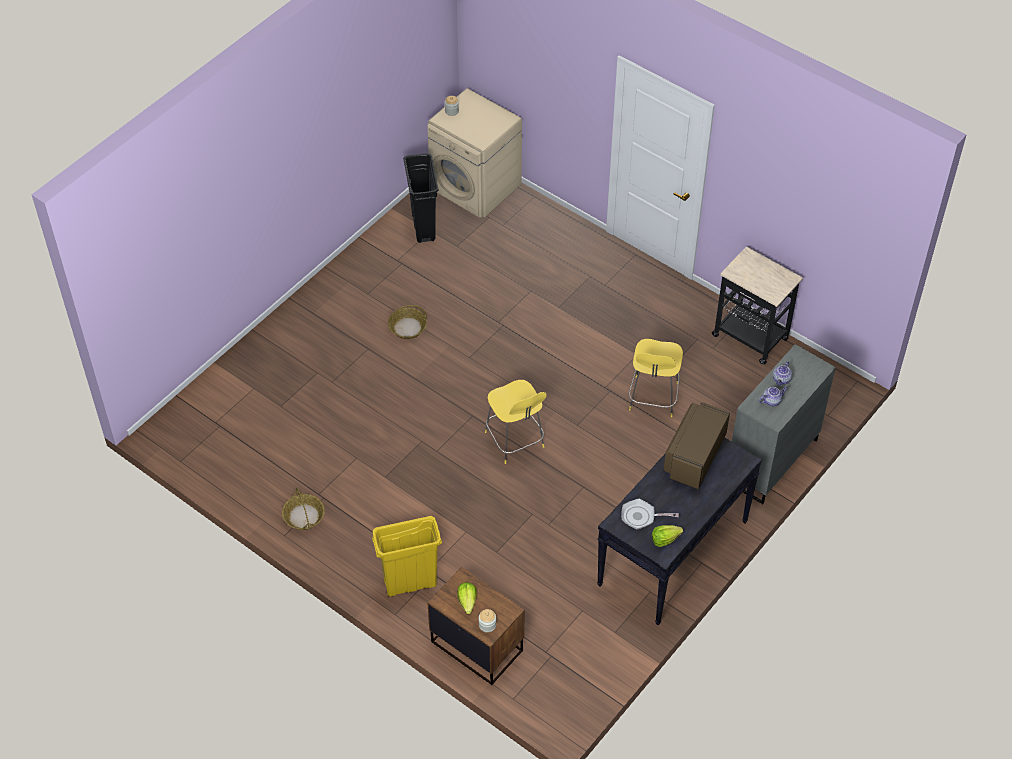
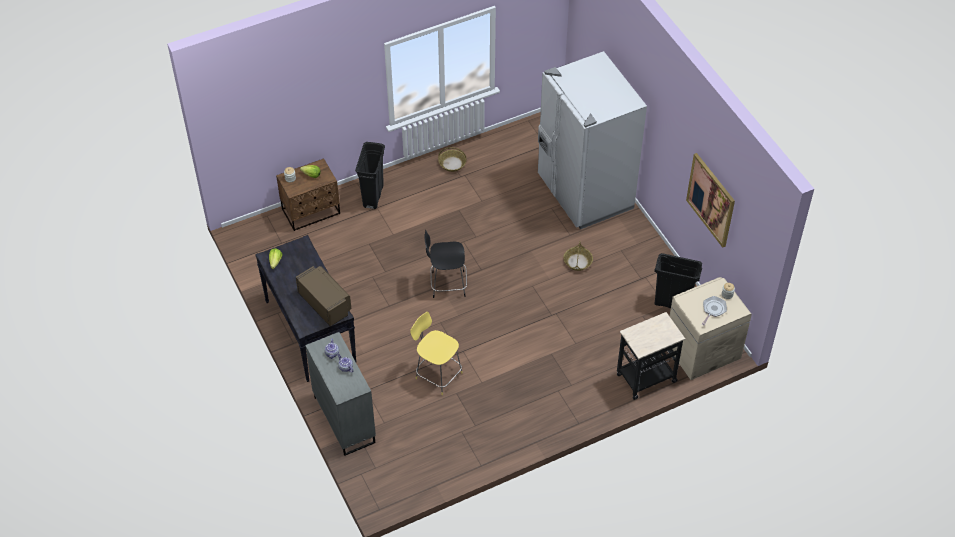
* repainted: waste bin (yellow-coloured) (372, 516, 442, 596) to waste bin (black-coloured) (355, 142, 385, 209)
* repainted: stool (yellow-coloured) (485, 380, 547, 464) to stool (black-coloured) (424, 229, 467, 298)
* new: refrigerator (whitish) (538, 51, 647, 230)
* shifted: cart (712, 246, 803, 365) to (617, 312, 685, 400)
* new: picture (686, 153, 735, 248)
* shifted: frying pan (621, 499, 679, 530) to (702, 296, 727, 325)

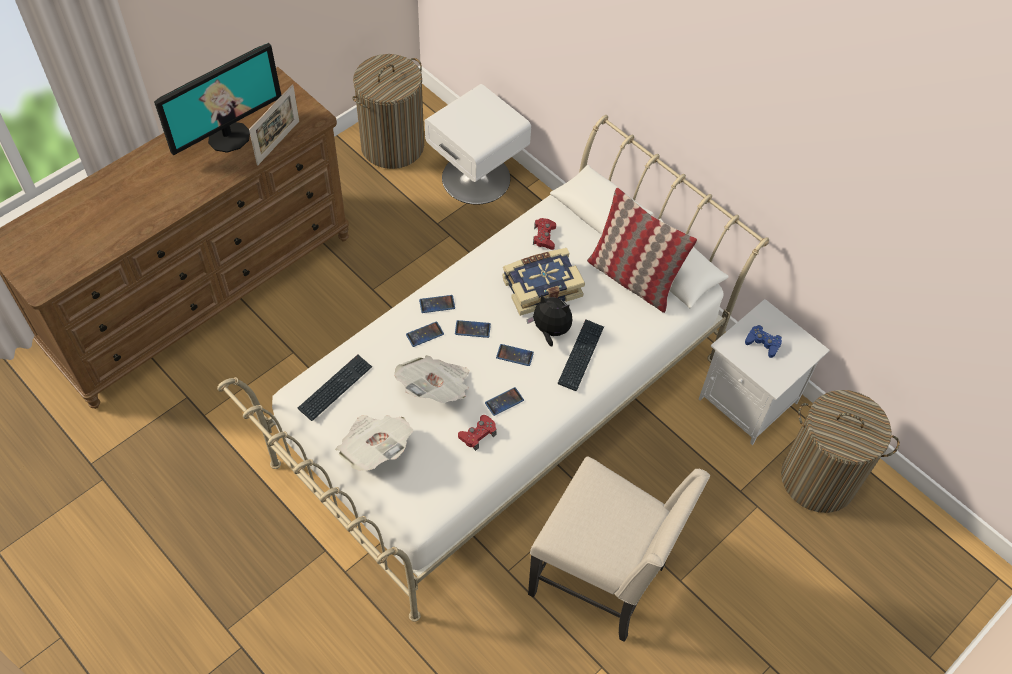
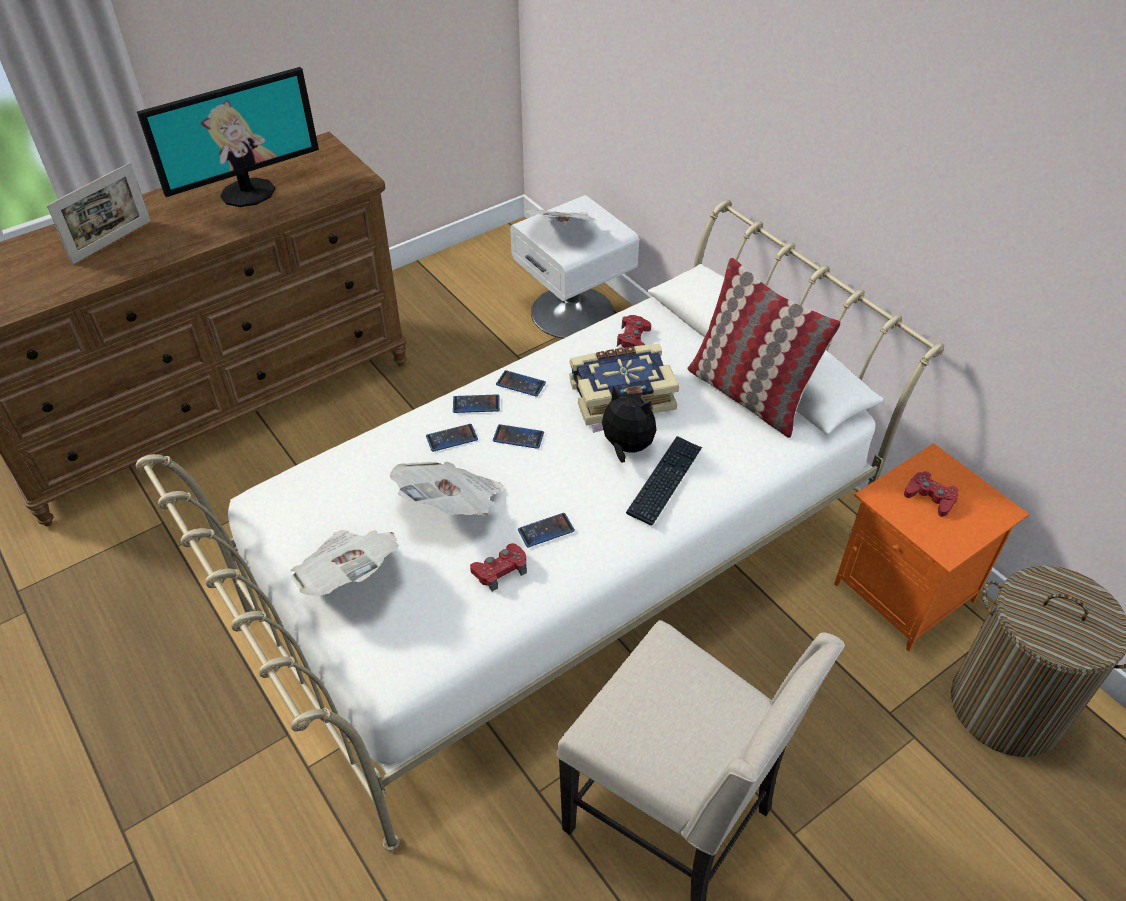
* shifted: standing frame (249, 84, 299, 166) to (47, 163, 151, 265)
* shifted: handset (496, 344, 534, 366) to (496, 370, 546, 397)
* new: daily paper (523, 209, 597, 222)
* repainted: nightstand (greyish) (699, 299, 830, 445) to nightstand (orangey) (834, 443, 1029, 651)
* repainted: joypad (bluish) (745, 325, 782, 358) to joypad (red) (904, 471, 959, 517)
* gone: computer keyboard (298, 354, 372, 421)
* gone: laundry basket (352, 54, 424, 169)

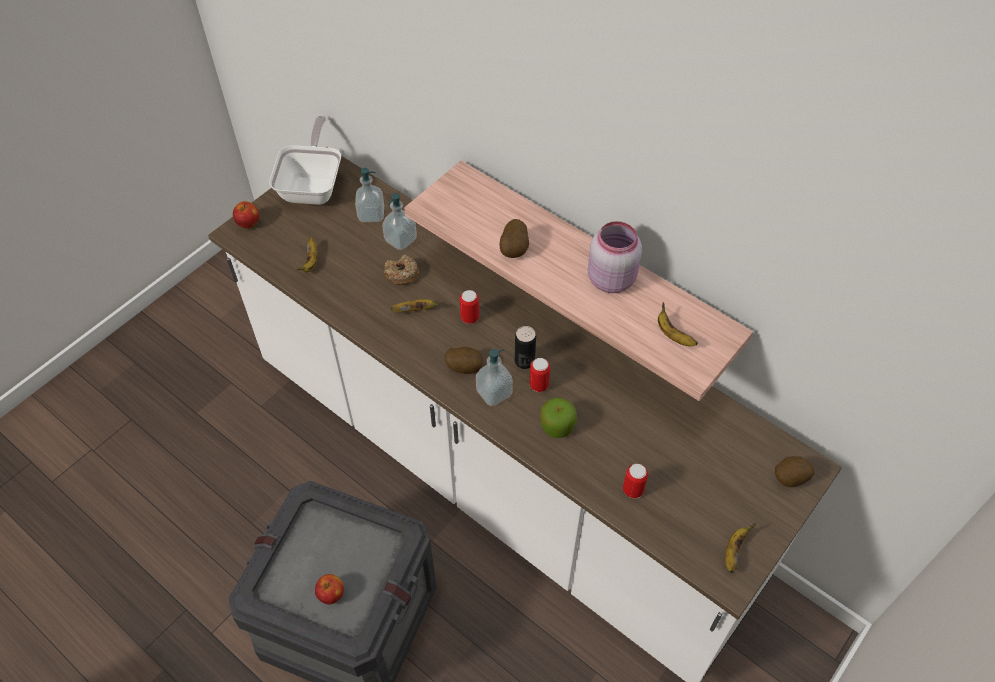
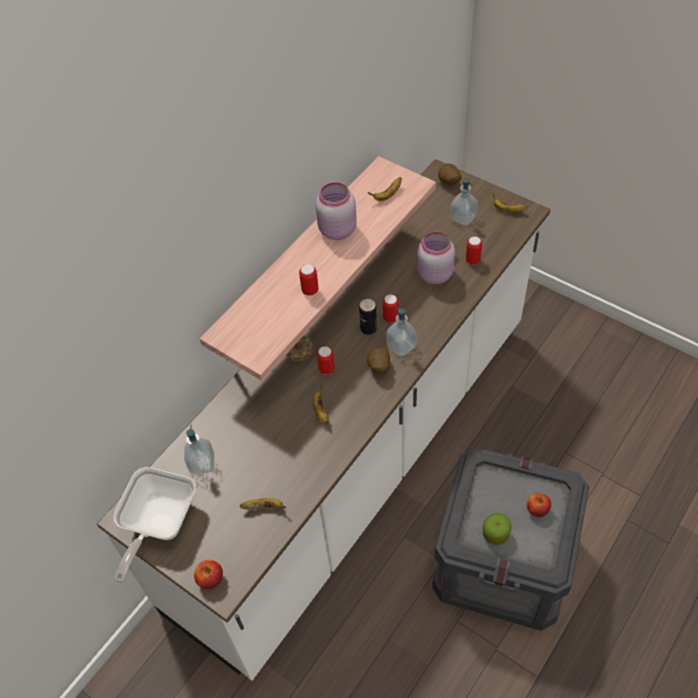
* rotated: frying pan (269, 116, 341, 205) = (113, 467, 196, 583) 75 degrees counterclockwise
* shifted: doughnut (384, 255, 419, 285) to (288, 335, 314, 362)
* swapped: whole potato (500, 219, 529, 258) to sealed can (299, 264, 319, 296)
* new: jar (pink-coloured) (417, 232, 455, 284)
* shifted: soap dispenser (382, 193, 417, 250) to (450, 178, 478, 226)
* shifted: apple (540, 397, 577, 438) to (483, 513, 511, 545)

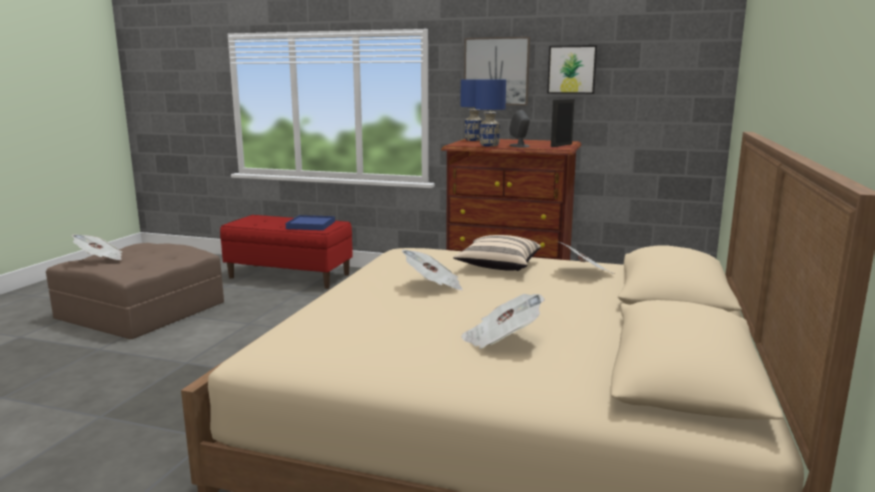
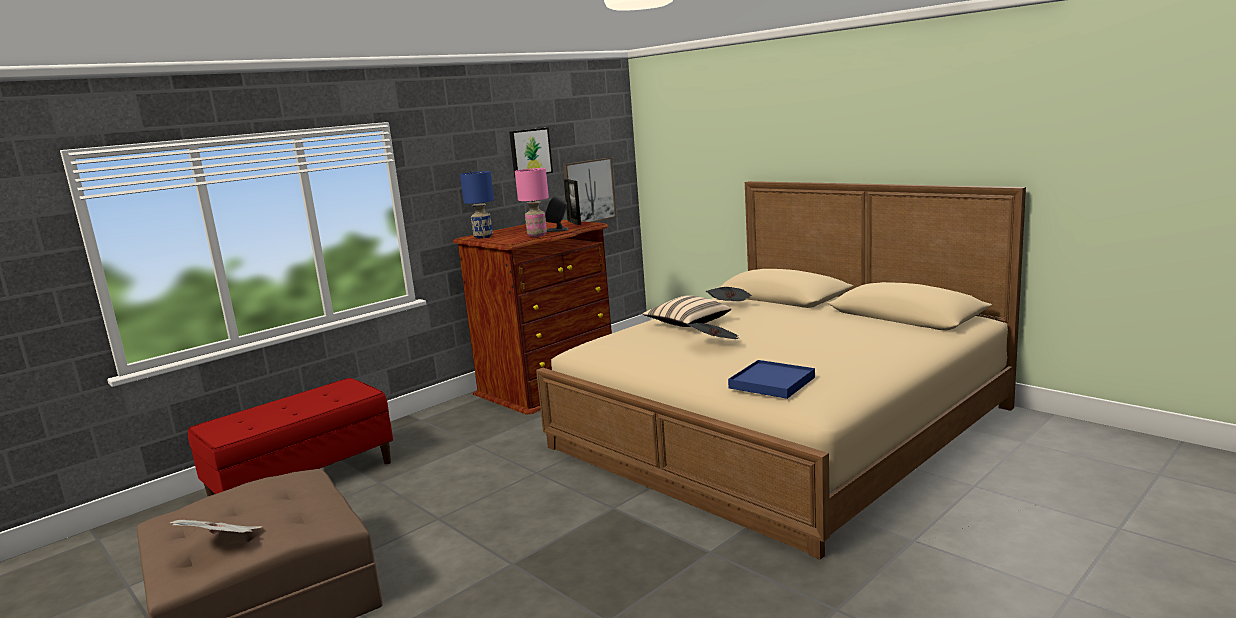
* repainted: tabletop lamp (bluish) (475, 80, 506, 147) to tabletop lamp (pink-coloured) (515, 168, 549, 237)
* shifted: picture (464, 37, 530, 105) to (563, 158, 617, 222)
* shifted: serving tray (bluish) (286, 215, 335, 230) to (728, 360, 815, 399)
* gone: daily paper (461, 294, 545, 349)

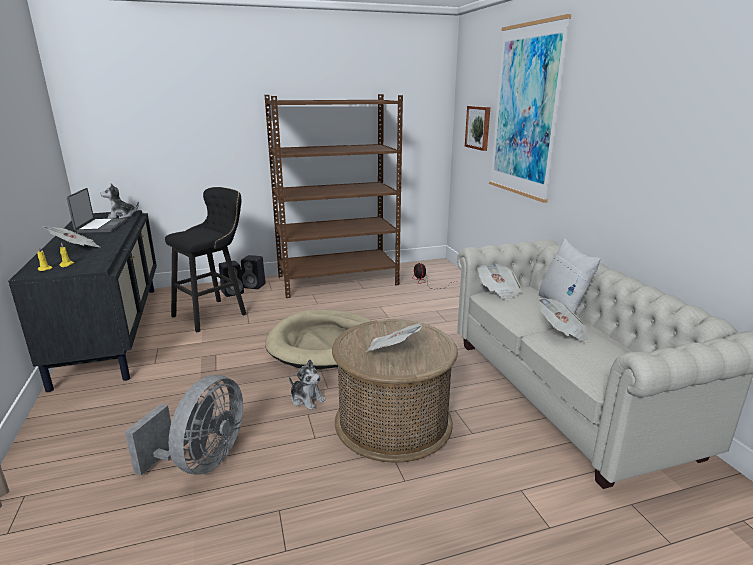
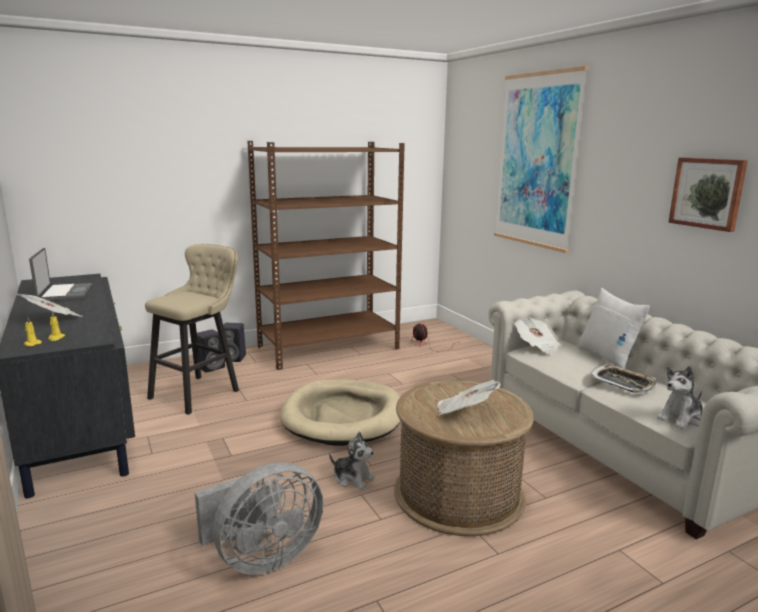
* repainted: stool (black-coloured) (165, 187, 247, 332) to stool (sand-coloured) (145, 244, 239, 415)
* rotated: fan (greyish) (125, 375, 243, 476) = (195, 462, 323, 575) 45 degrees clockwise
* swapped: daily paper (538, 297, 588, 343) to serving tray (591, 365, 657, 394)
* shifted: plush toy (100, 183, 139, 219) to (657, 366, 703, 429)
* shifted: picture (465, 106, 490, 151) to (668, 157, 748, 232)

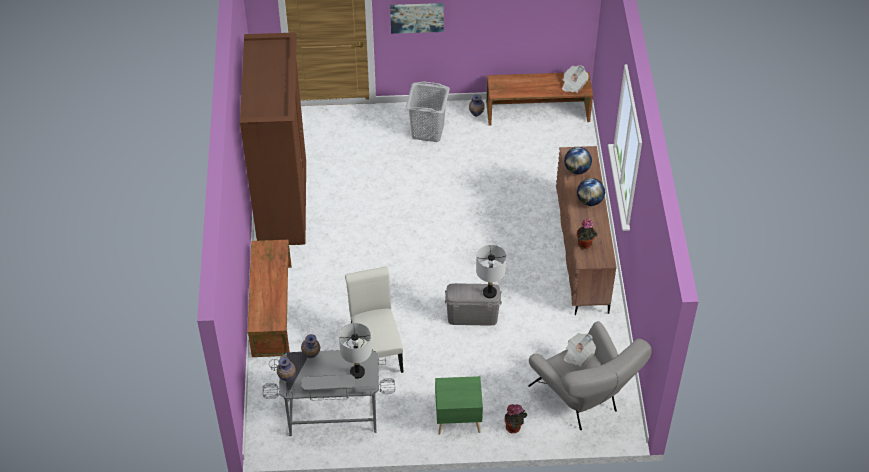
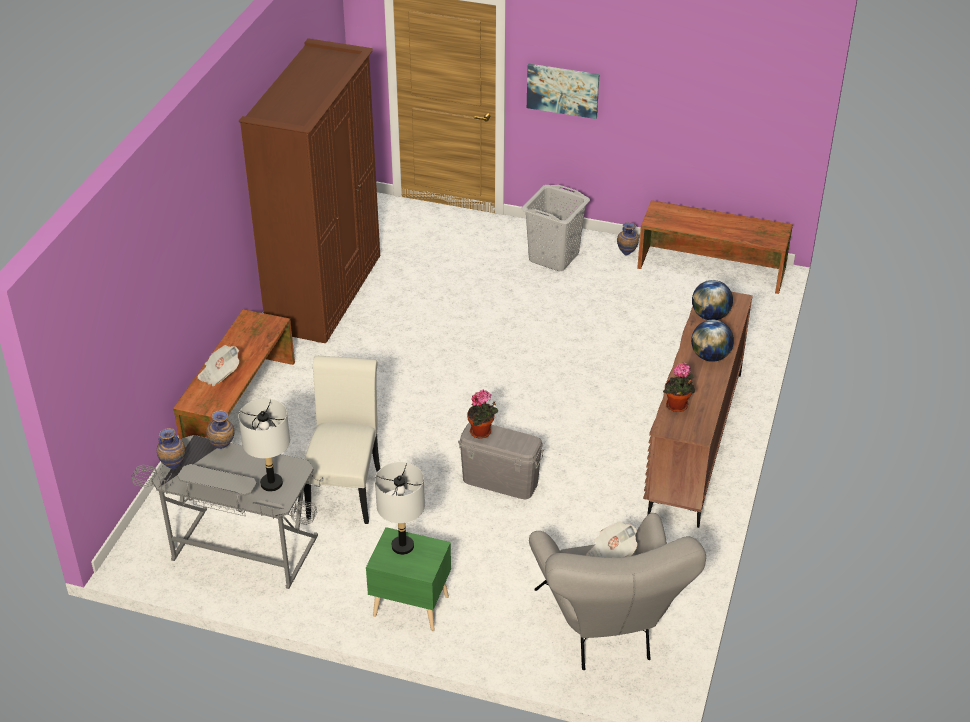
* shifted: daily paper (562, 65, 589, 93) to (198, 345, 239, 386)
* shifted: tabletop lamp (greyish) (476, 245, 507, 299) to (375, 462, 425, 555)
* shifted: plant in a pot (505, 404, 527, 433) to (467, 390, 498, 439)

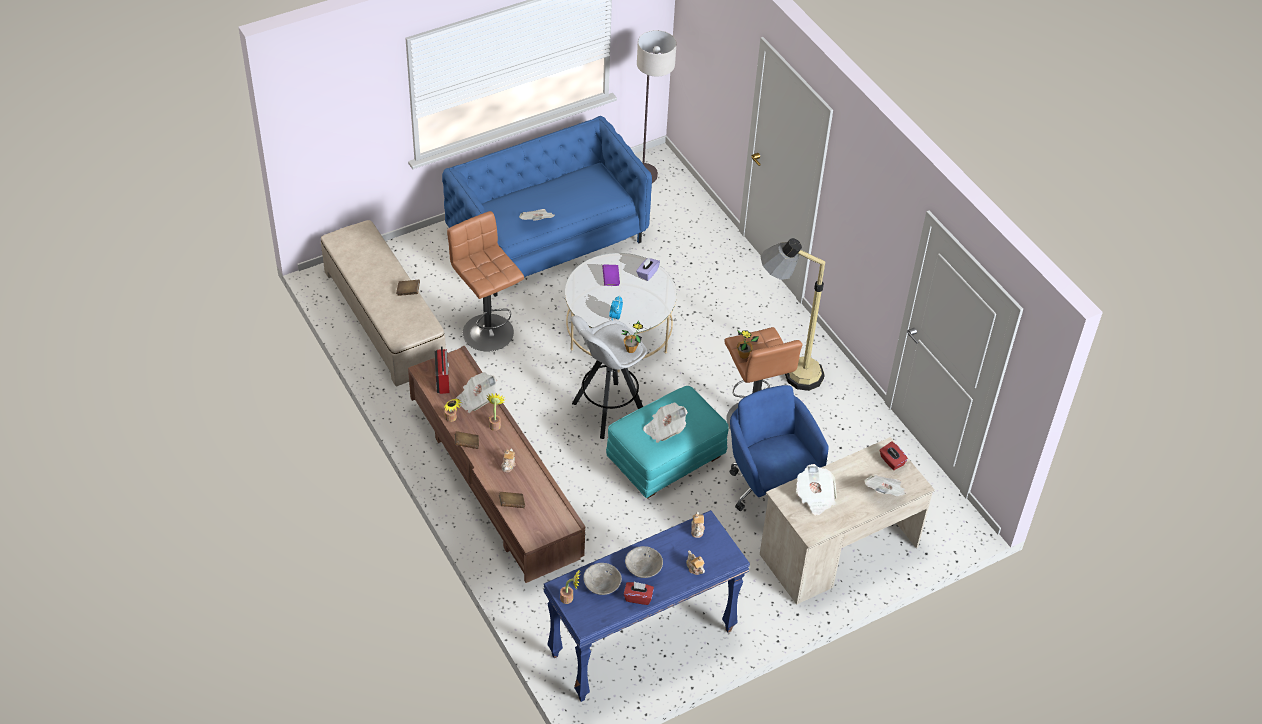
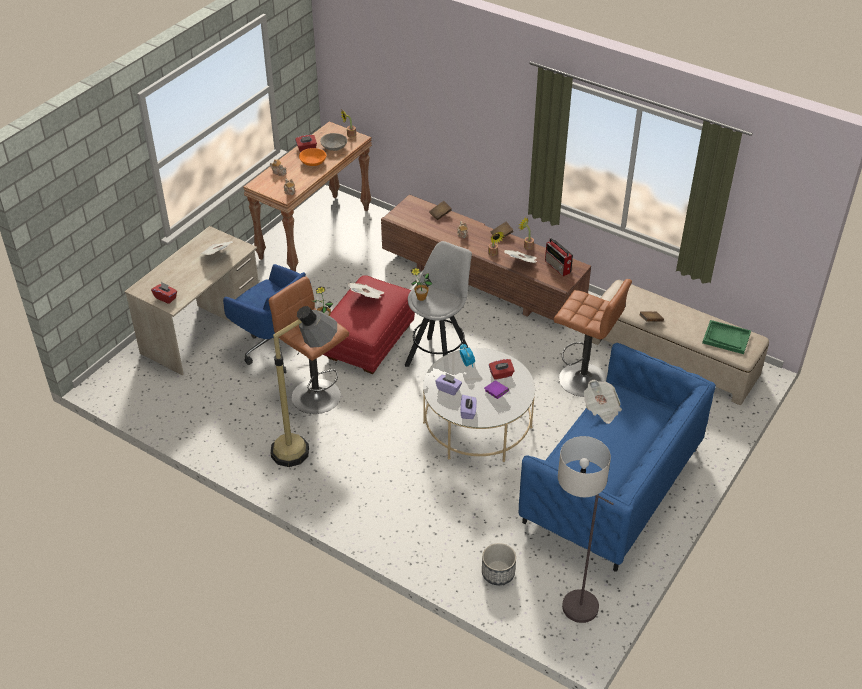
* repainted: narrow table (bluish) (544, 510, 750, 702) to narrow table (brown) (243, 122, 372, 272)
* repainted: bowl (greyish) (625, 546, 663, 578) to bowl (orangey) (299, 148, 327, 166)
* repainted: footrest (turquoise) (606, 386, 729, 499) to footrest (red) (323, 275, 415, 374)
* new: box of tissues (purple) (435, 373, 462, 395)
* new: plant pot (482, 543, 516, 585)
* new: box of tissues (red) (489, 359, 515, 380)
* new: serving tray (green) (702, 320, 751, 354)
* gone: daily paper (864, 475, 906, 496)

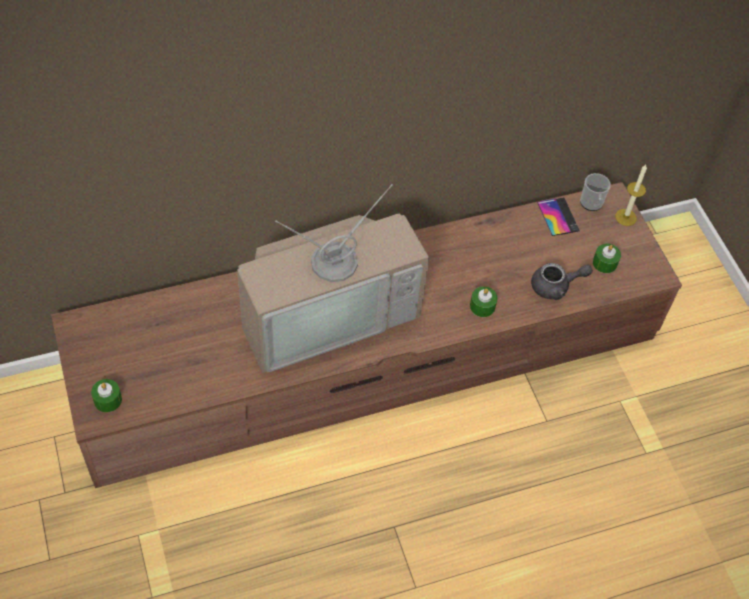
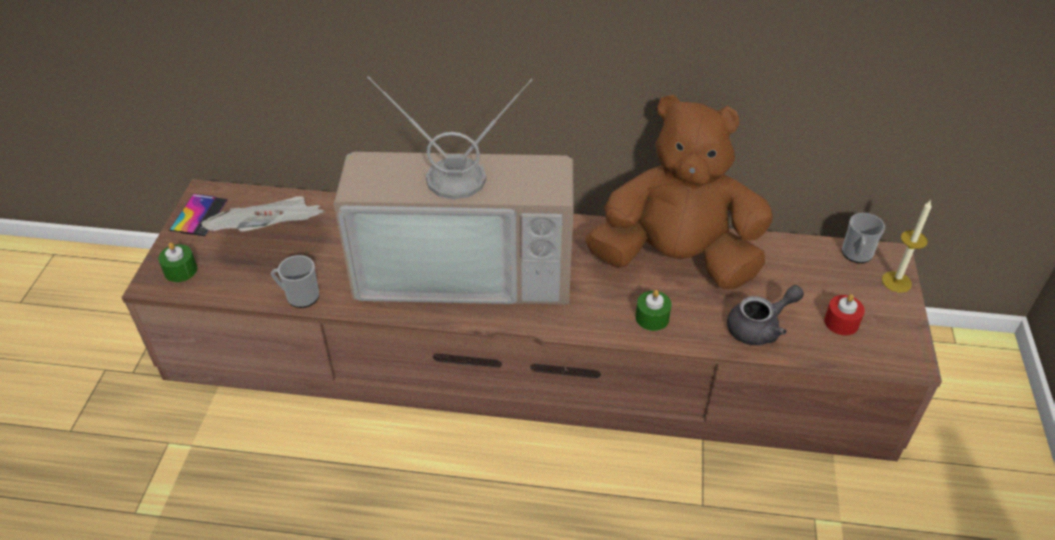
* shifted: handset (537, 197, 580, 236) to (169, 194, 228, 236)
* new: daily paper (201, 196, 326, 232)
* new: coffee mug (271, 255, 319, 308)
* new: plush toy (brown) (585, 95, 773, 289)
* rotated: teapot (greyish) (531, 263, 593, 300) = (727, 285, 804, 345) 45 degrees counterclockwise
* repainted: wax light (green) (593, 244, 621, 273) to wax light (red) (824, 294, 865, 335)

